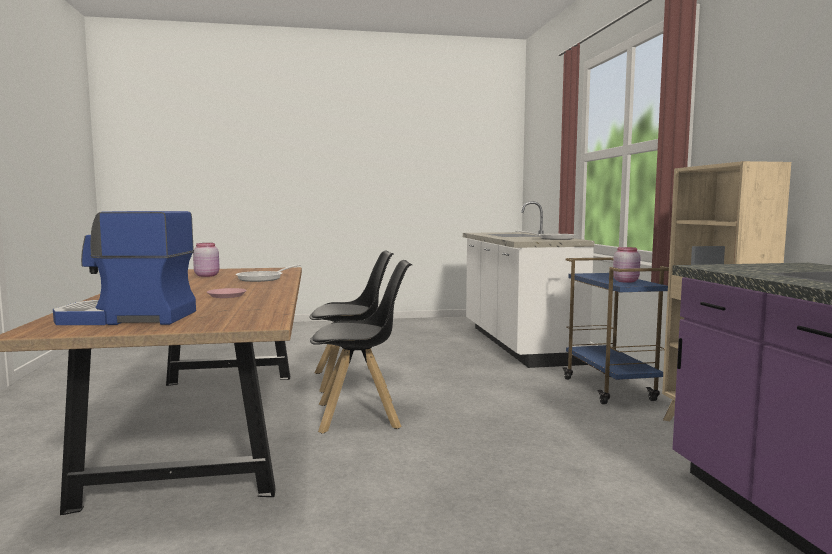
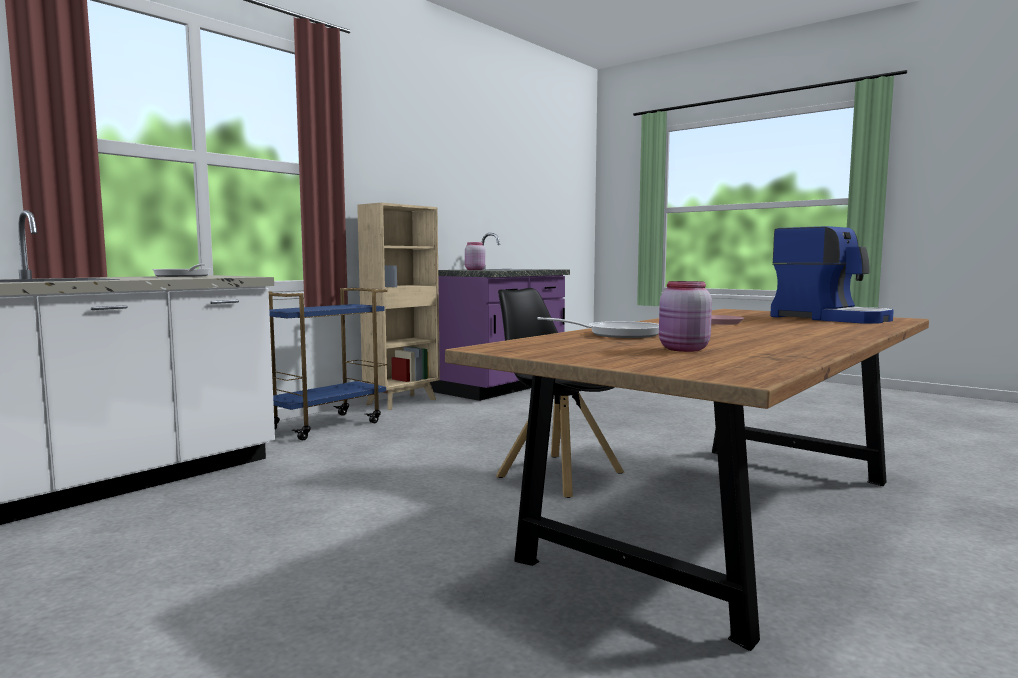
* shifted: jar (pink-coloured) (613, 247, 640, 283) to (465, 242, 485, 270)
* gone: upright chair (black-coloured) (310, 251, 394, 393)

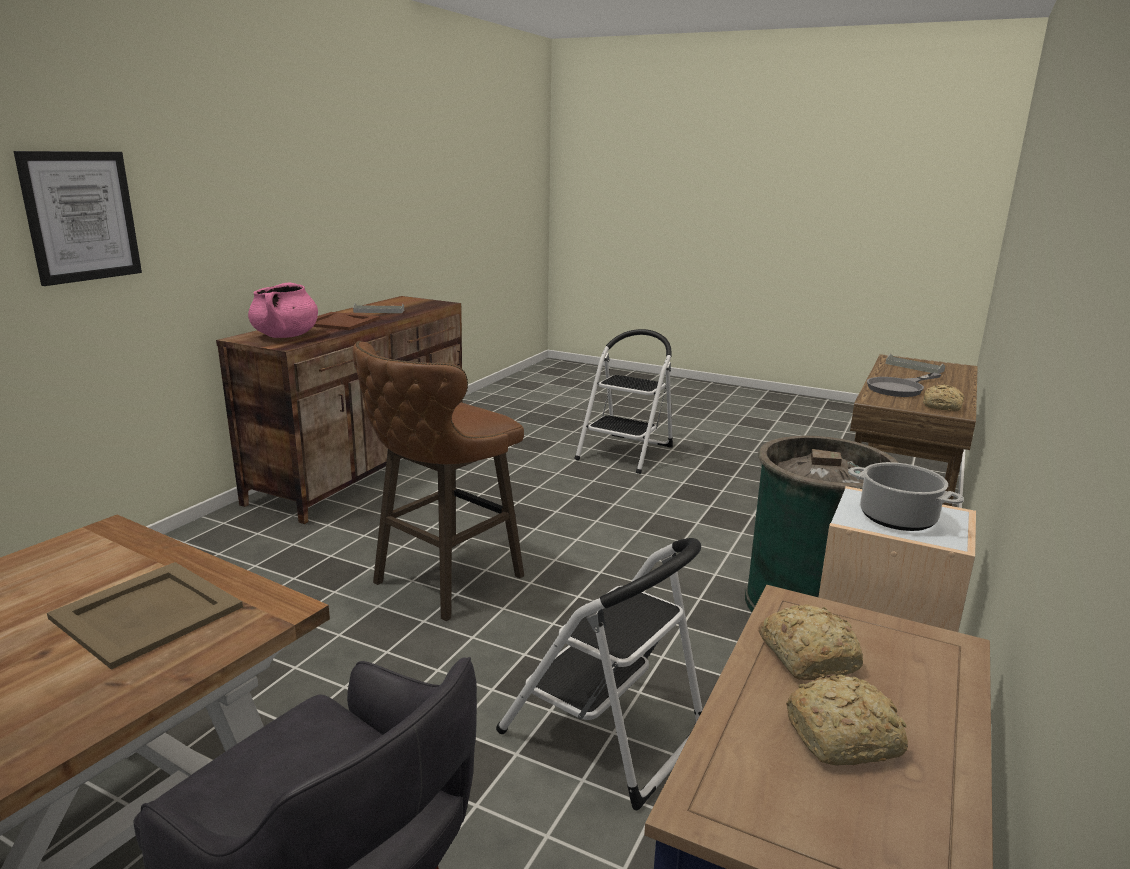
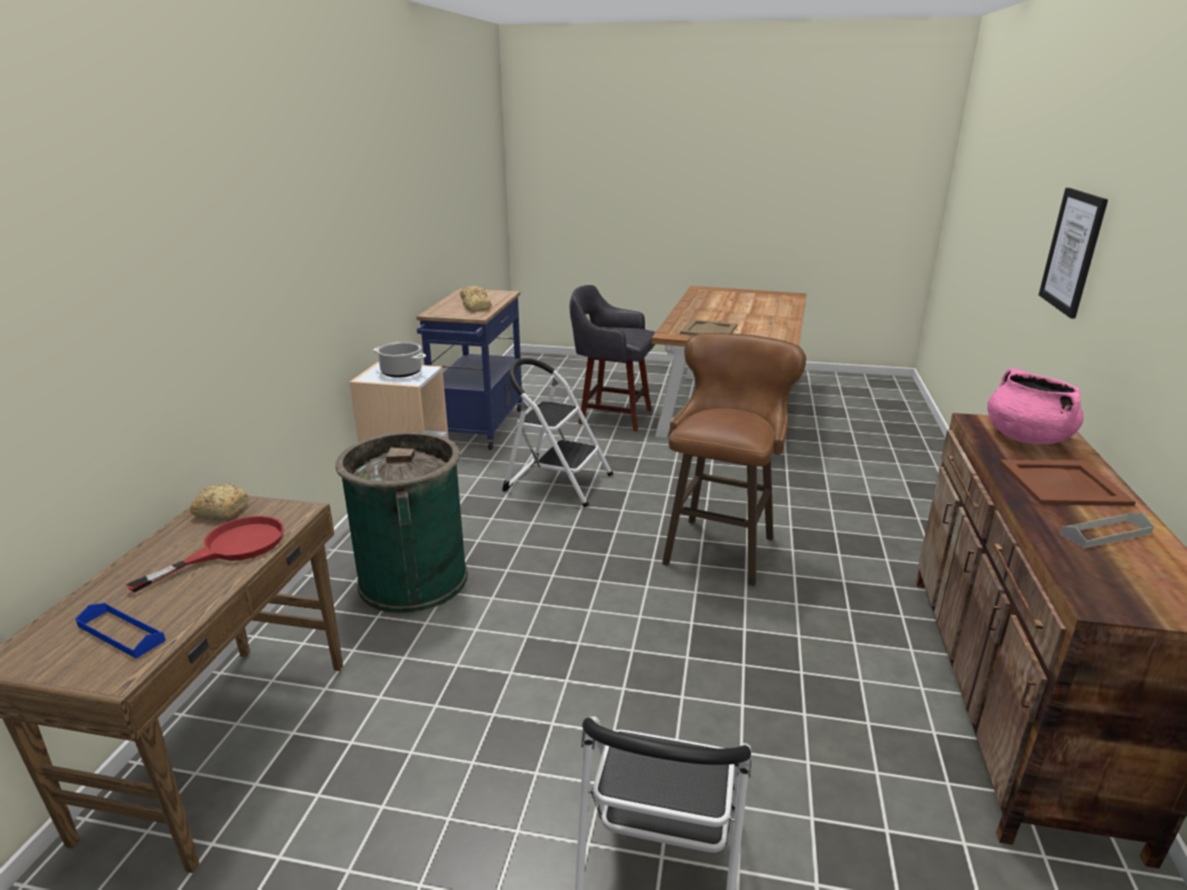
* repainted: serving tray (greyish) (885, 354, 945, 374) to serving tray (bluish) (76, 603, 166, 659)
* repainted: frying pan (greyish) (867, 372, 941, 397) to frying pan (red) (126, 516, 284, 592)

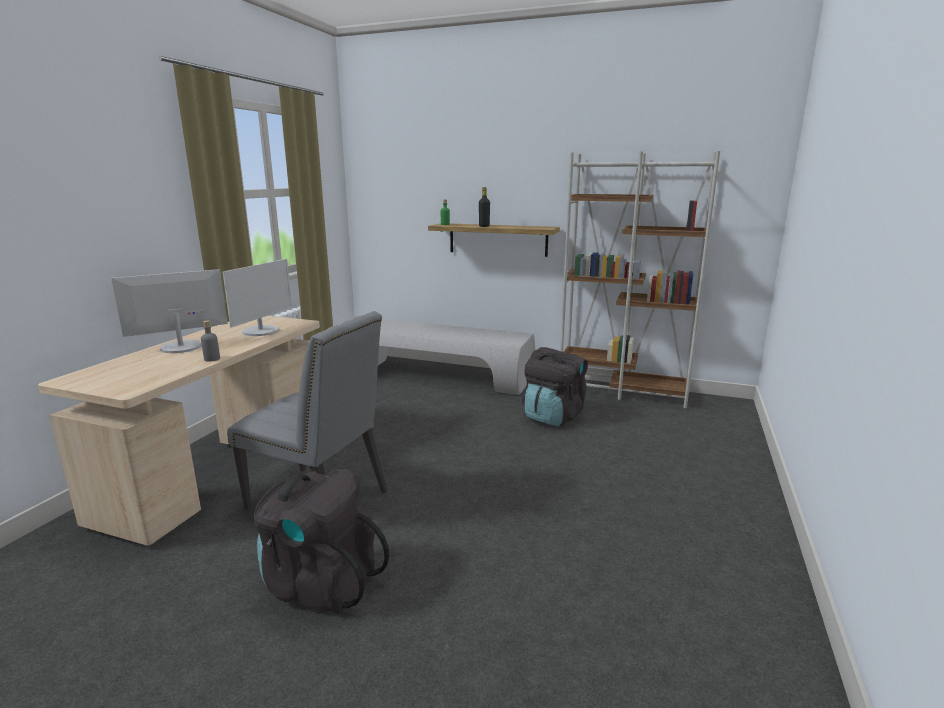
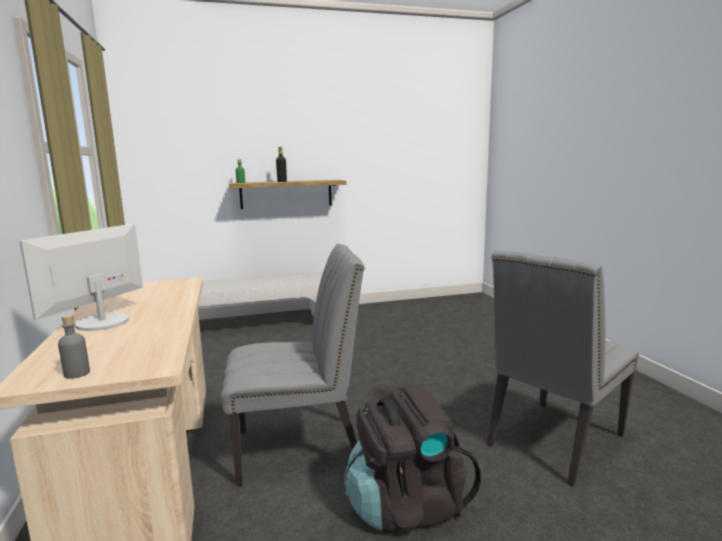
* shifted: beverage bottle (greyish) (201, 320, 220, 362) to (58, 314, 90, 379)
* new: upright chair (greyish) (487, 250, 639, 486)
* gone: computer screen (222, 259, 292, 336)
* gone: rucksack (black-coloured) (522, 347, 588, 427)
* gone: bookshelf (brown) (560, 151, 720, 409)

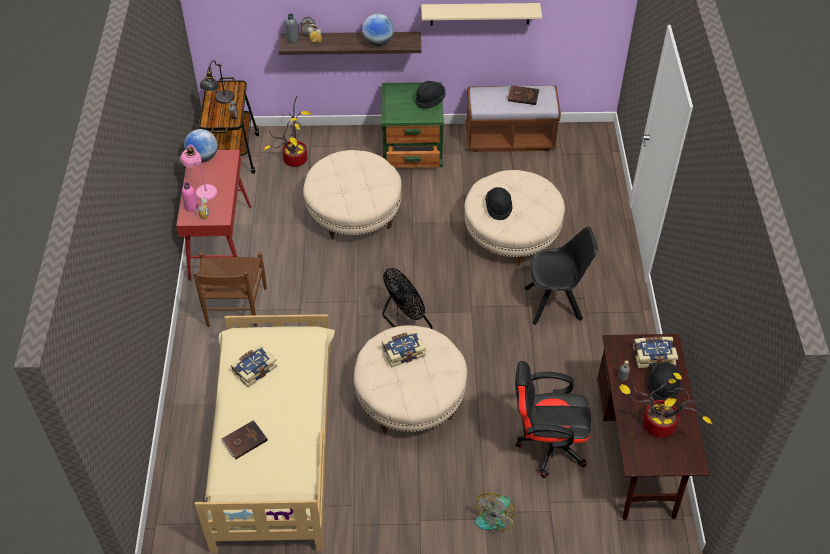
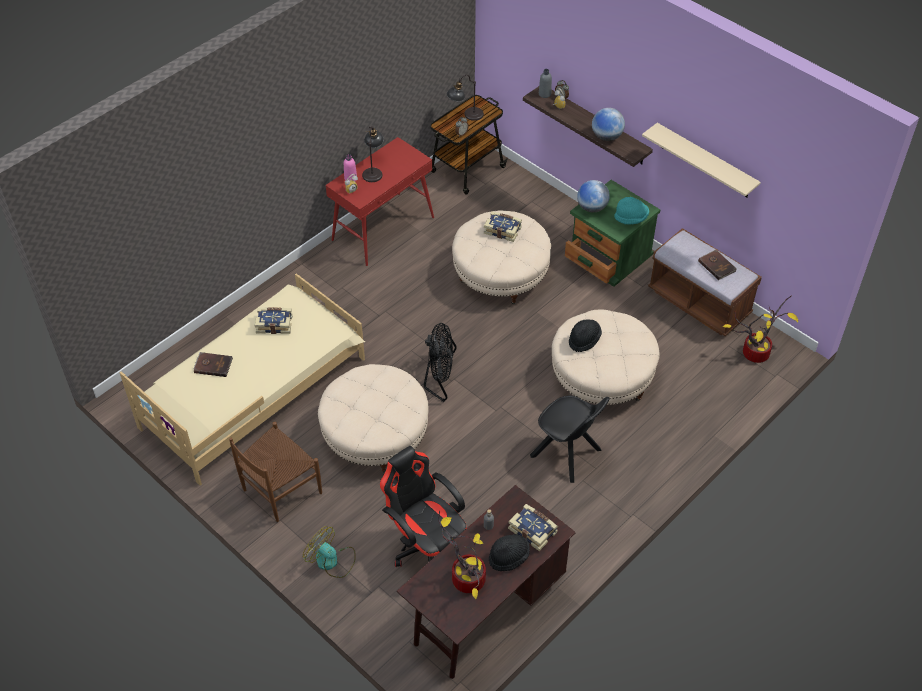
* shifted: upright chair (brown) (194, 252, 267, 327) to (229, 422, 322, 522)
* rotated: fan (475, 492, 516, 530) = (303, 526, 356, 578) 45 degrees clockwise
* repainted: tabletop lamp (pink-coloured) (180, 144, 217, 200) to tabletop lamp (greyish) (362, 126, 384, 182)
* shifted: bound book (382, 330, 426, 367) to (484, 211, 522, 242)
* shifted: globe (184, 129, 218, 162) to (577, 180, 610, 212)
* repainted: hat (black-coloured) (415, 81, 445, 108) to hat (turquoise) (614, 197, 649, 225)
* shifted: plant in a pot (264, 97, 313, 167) to (723, 295, 798, 363)

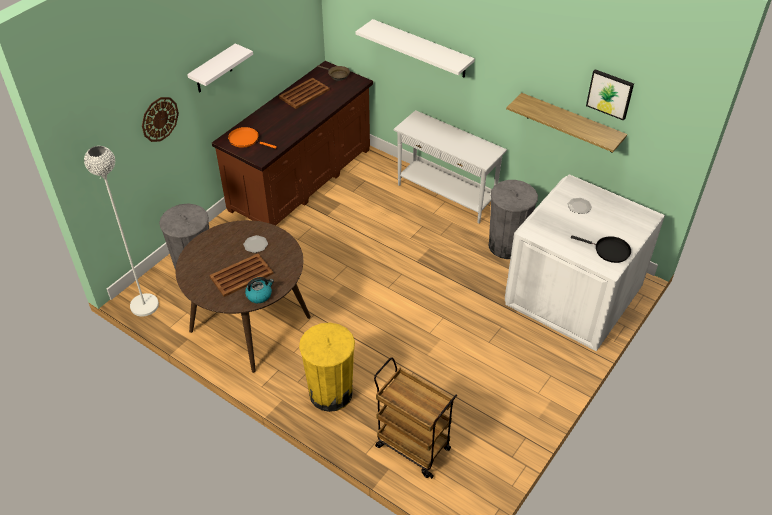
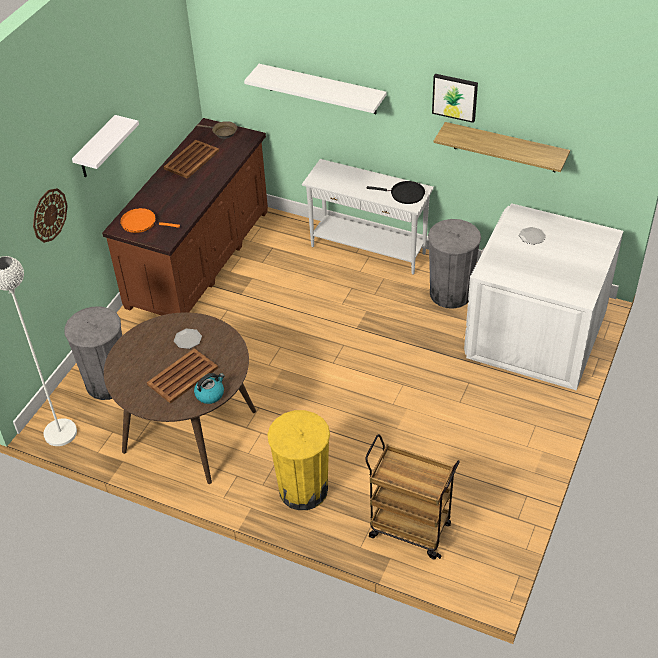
* shifted: frying pan (black-coloured) (571, 235, 631, 263) to (366, 181, 425, 204)
* shifted: picture (586, 69, 634, 121) to (432, 74, 478, 123)

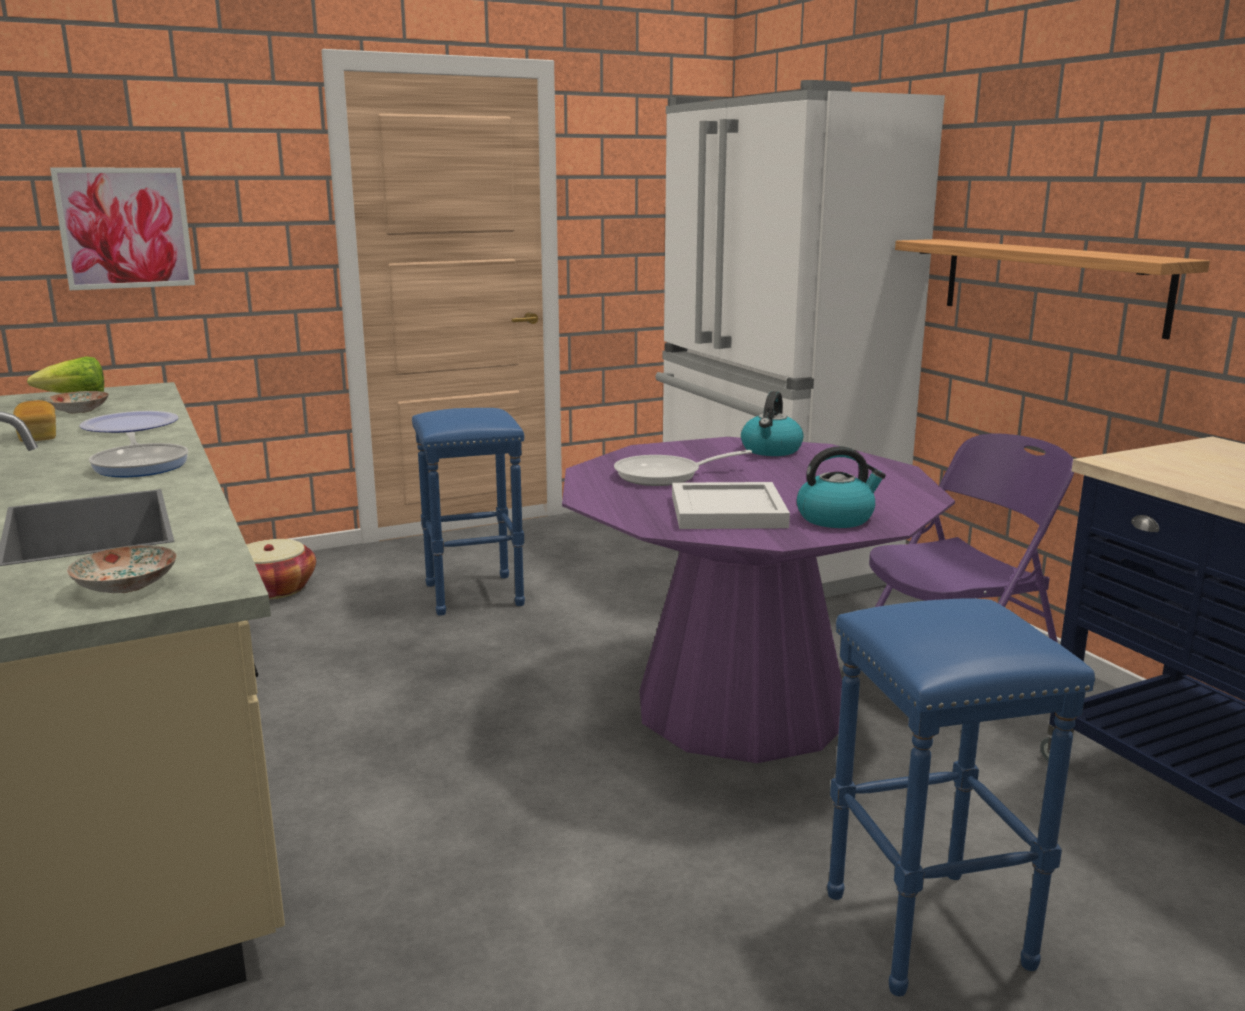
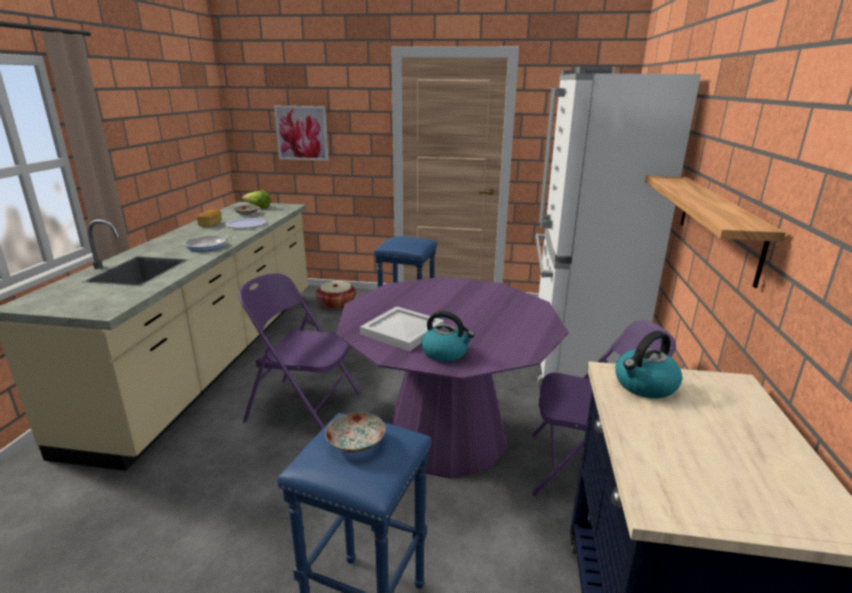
* new: upright chair (purple) (238, 273, 360, 430)
* shifted: flat dish (67, 545, 177, 593) to (325, 413, 386, 453)
* shifted: kettle (741, 391, 804, 456) to (615, 331, 682, 398)
* gone: frying pan (614, 450, 752, 486)

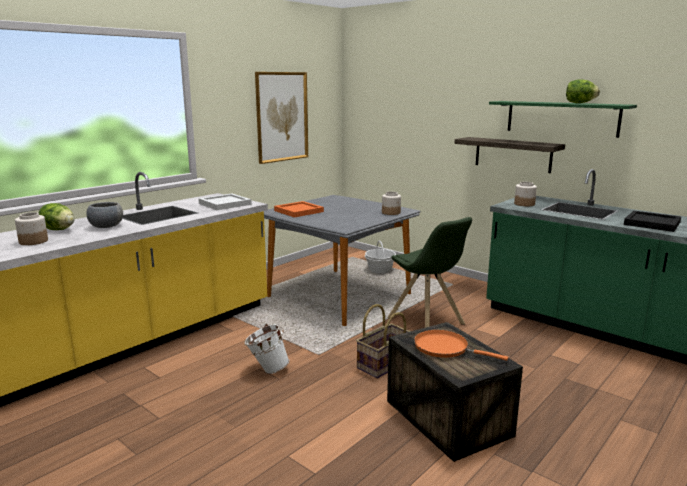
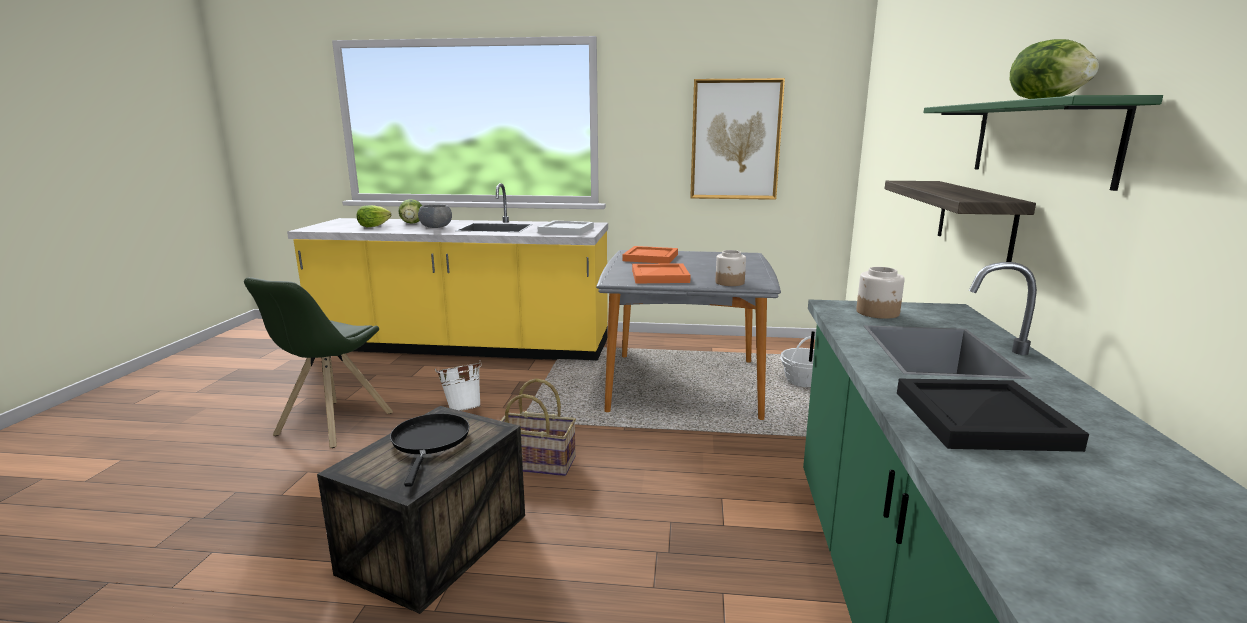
* shifted: upright chair (green) (388, 217, 472, 328) to (244, 277, 393, 448)
* swapped: jar (15, 212, 48, 245) to lettuce (357, 205, 391, 227)
* repainted: frying pan (orangey) (414, 330, 508, 361) to frying pan (black-coloured) (390, 413, 469, 487)
* new: serving tray (orangey) (632, 263, 691, 283)

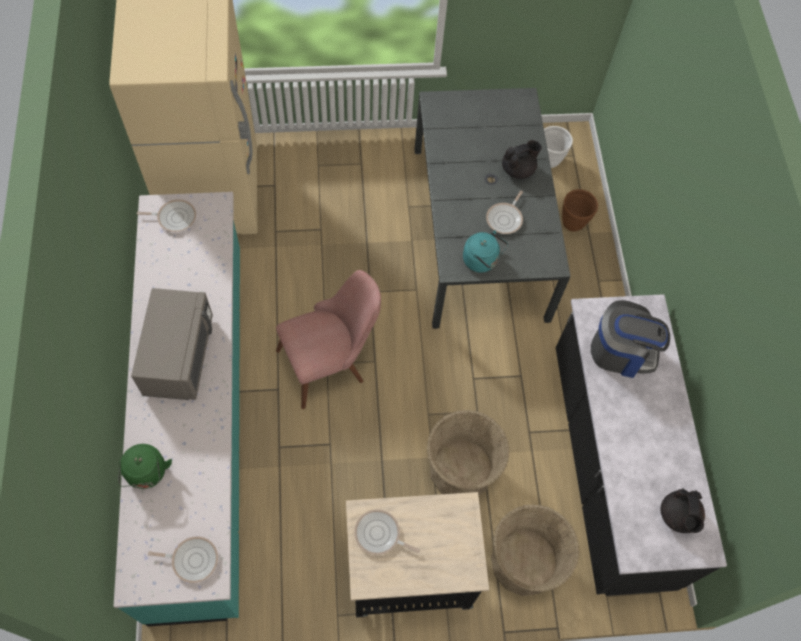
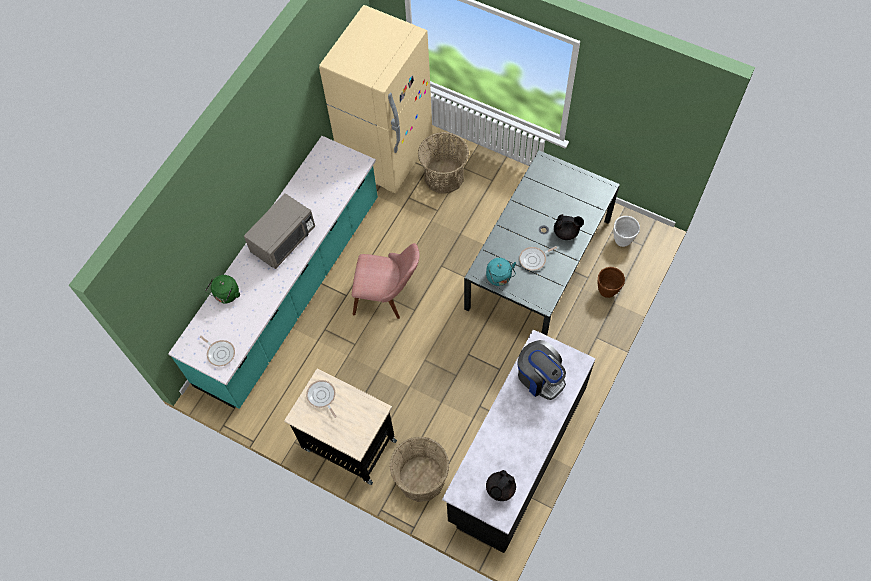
* shifted: household basket (427, 410, 510, 496) to (418, 132, 469, 193)
* gone: frying pan (137, 199, 196, 232)

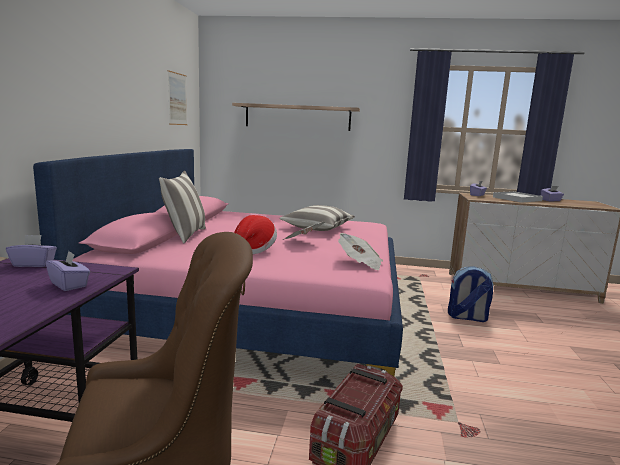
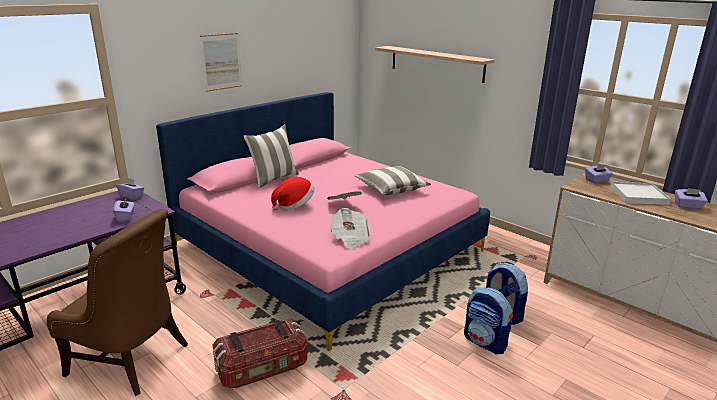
* shifted: picture (168, 70, 187, 125) to (200, 33, 242, 92)
* new: rucksack (464, 287, 513, 354)

